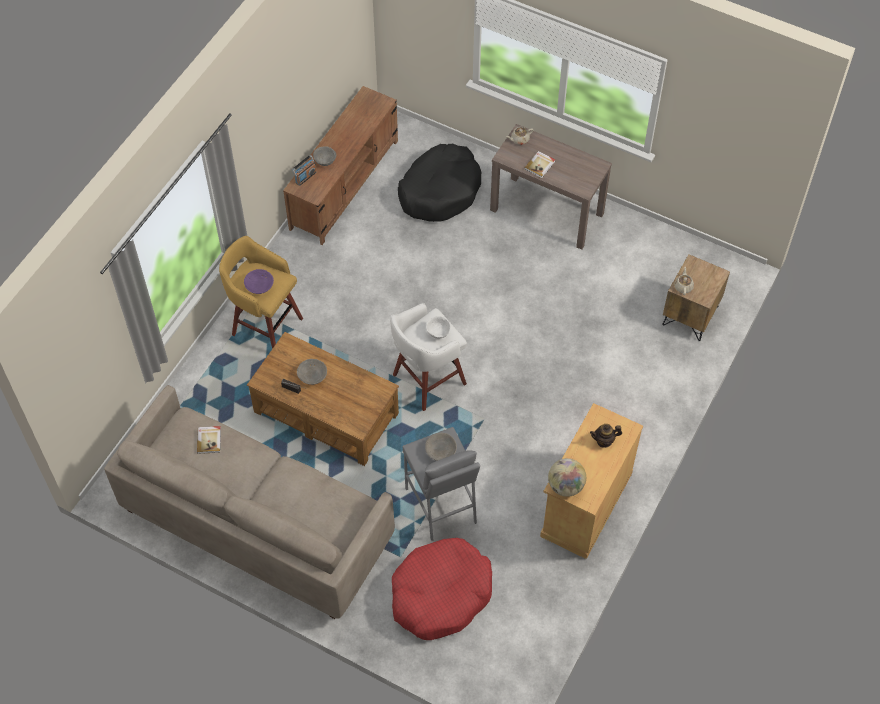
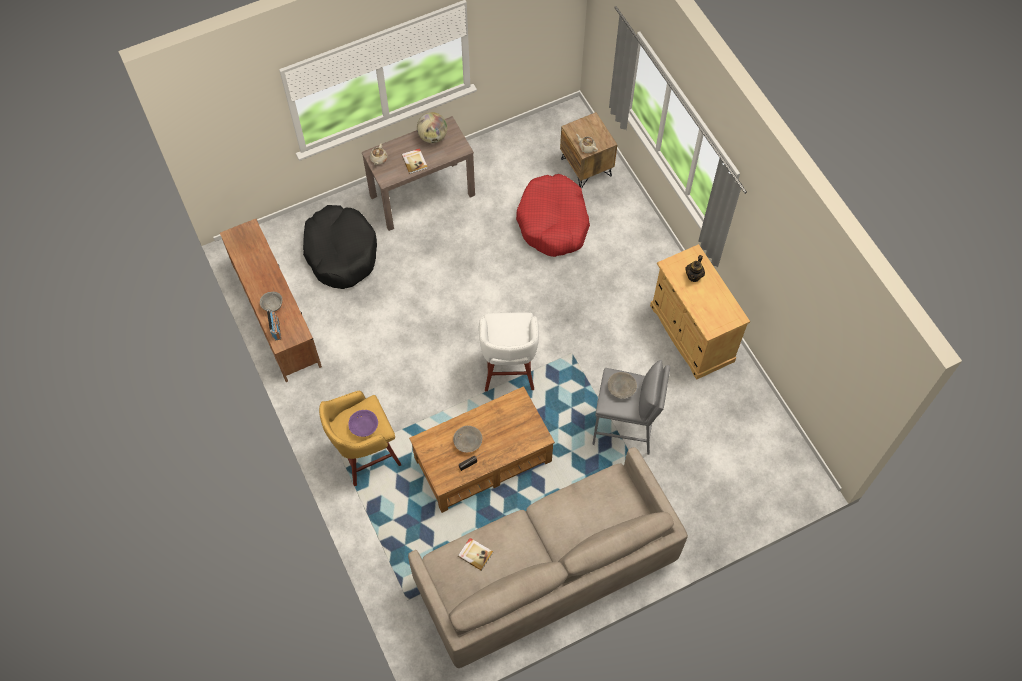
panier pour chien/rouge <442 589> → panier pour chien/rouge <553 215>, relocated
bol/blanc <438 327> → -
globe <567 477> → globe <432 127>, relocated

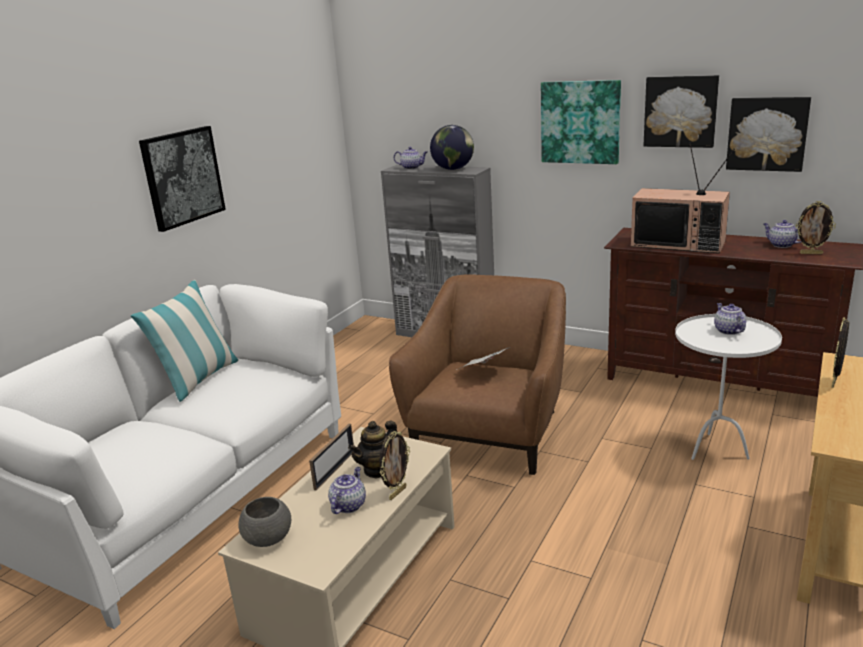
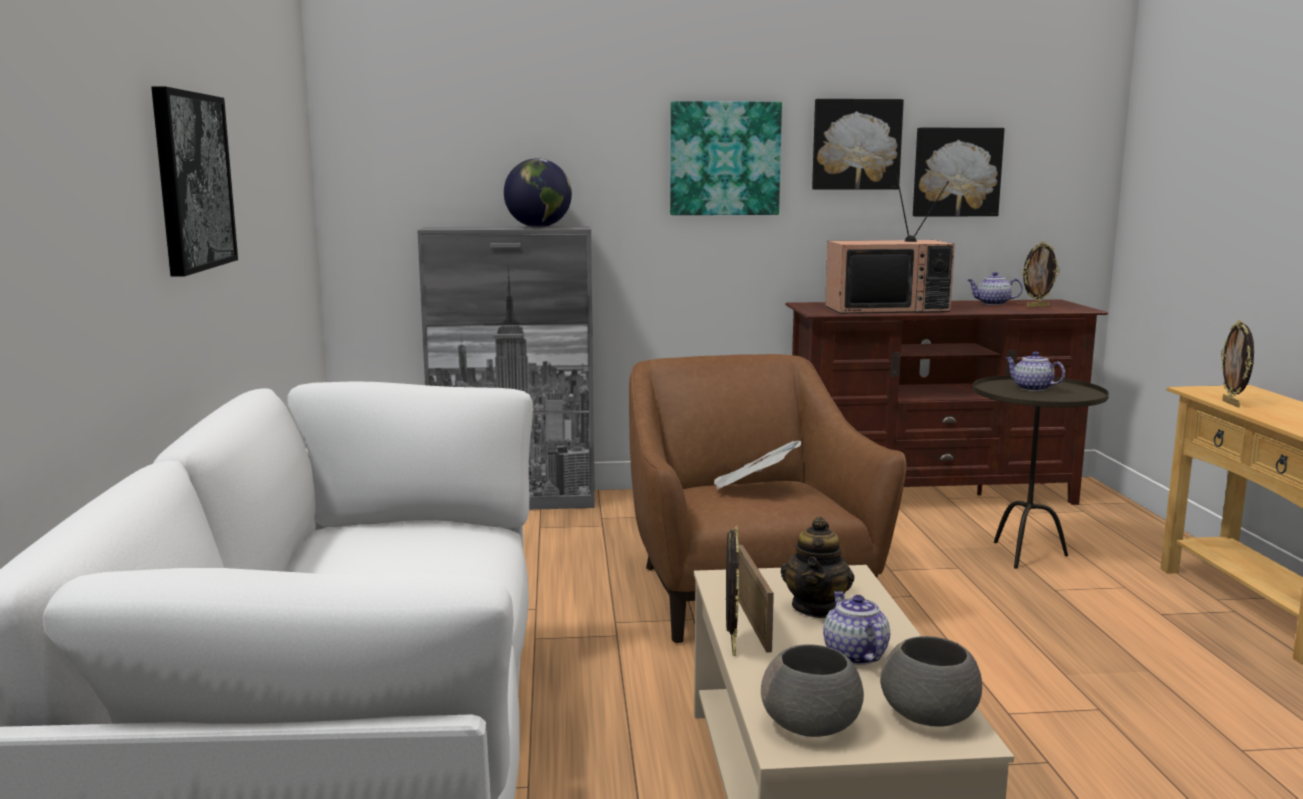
coussin <184 341> → -
cadre photo <395 465> → cadre photo <732 590>, relocated
théière <410 158> → -
table d'appoint/blanc <728 387> → table d'appoint/marron <1041 472>
- → bol/gris <931 681>

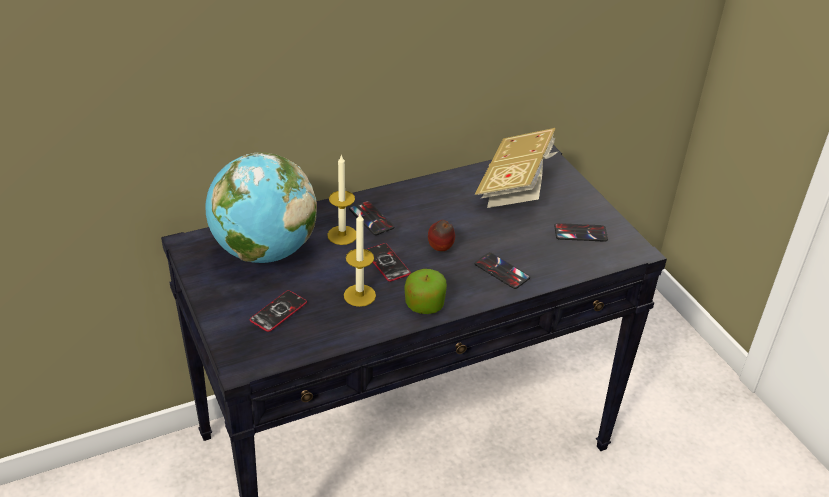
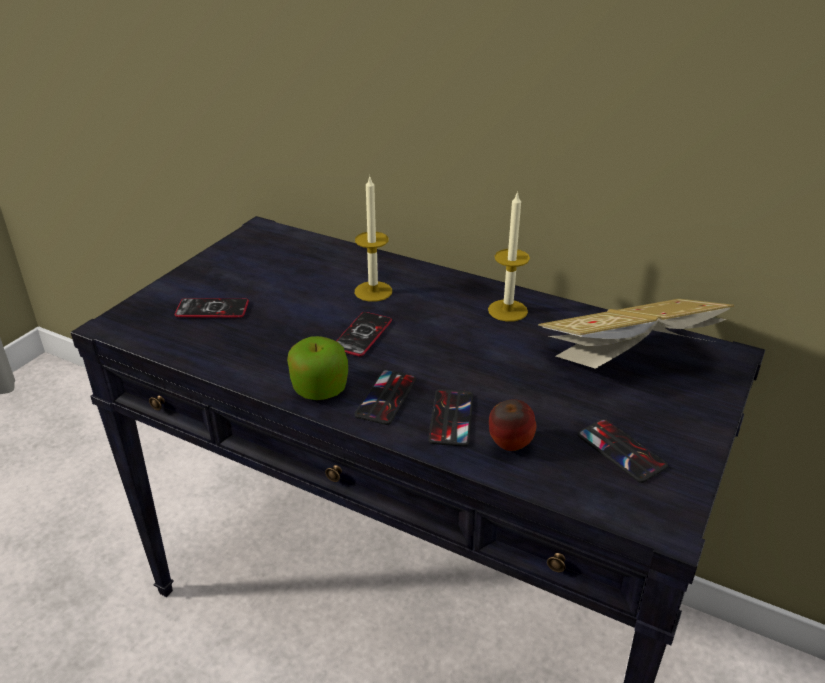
globe <261 207> → -
bougie <360 260> → bougie <509 256>, relocated
téléphone <371 218> → téléphone <385 397>, relocated
pomme <441 235> → pomme <512 425>, relocated

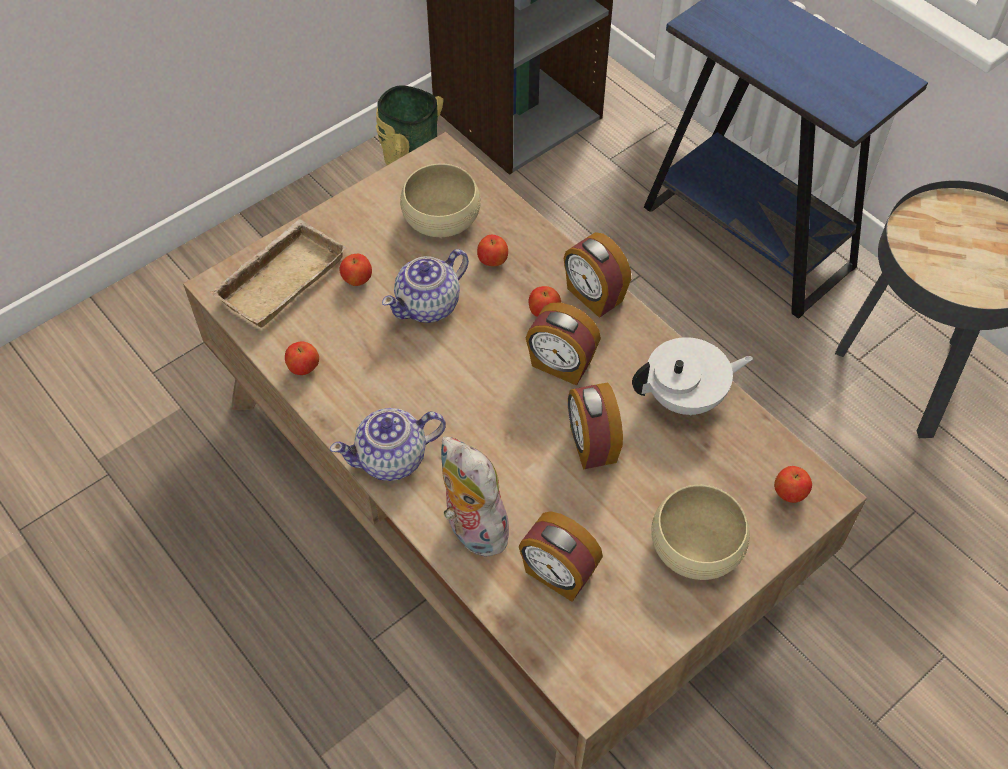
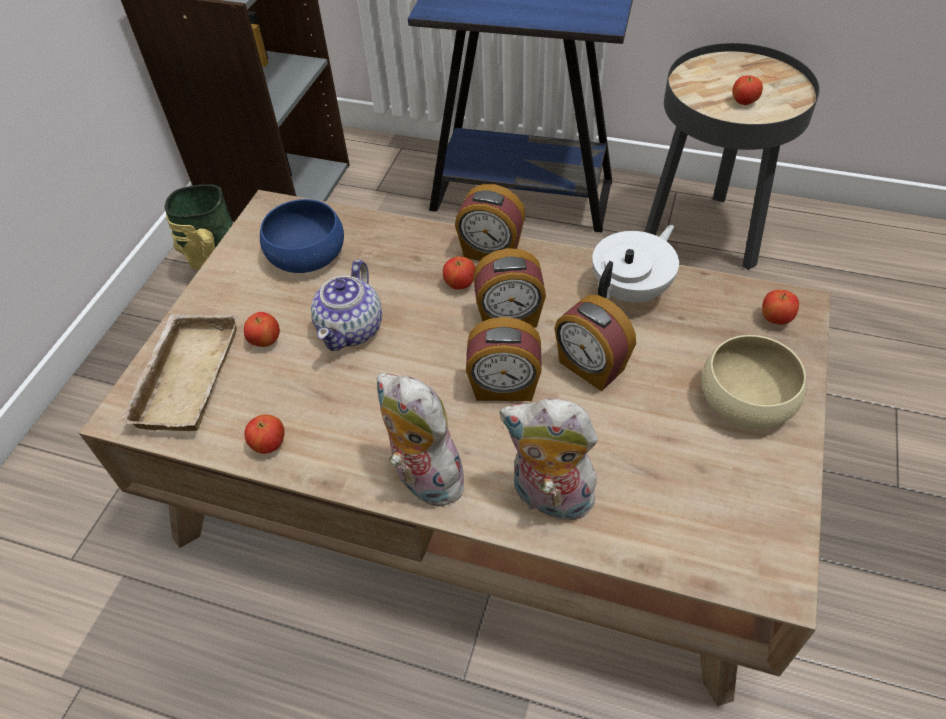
théière <388 444> → peluche <424 439>
bol/beige <440 200> → bol/bleu <302 236>
pomme <492 250> → pomme <747 90>, relocated
réveil <561 556> → réveil <504 359>, relocated

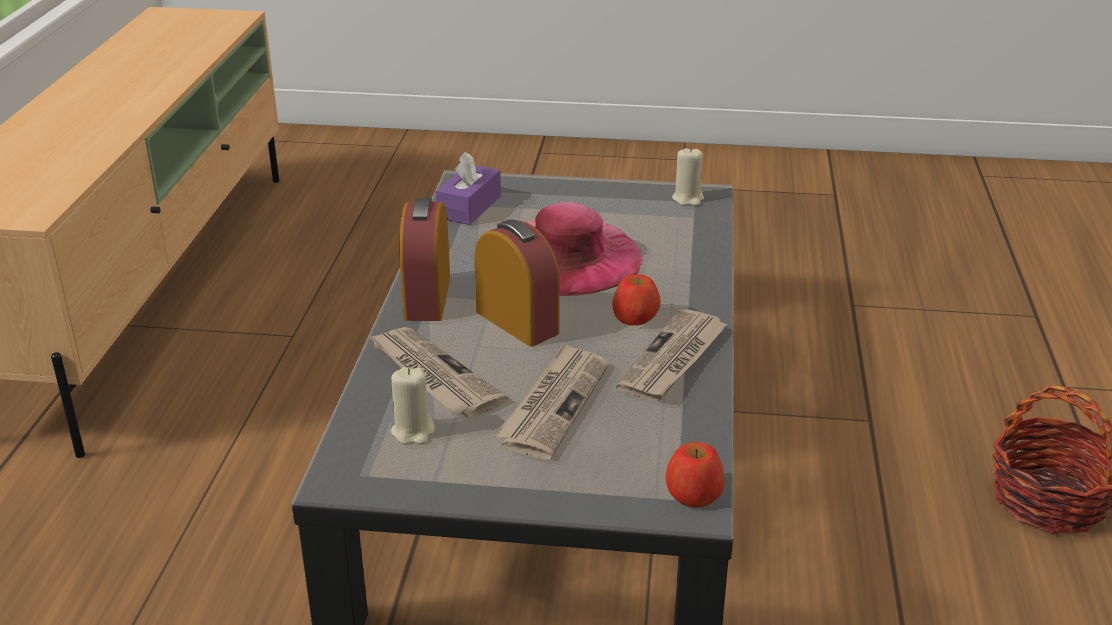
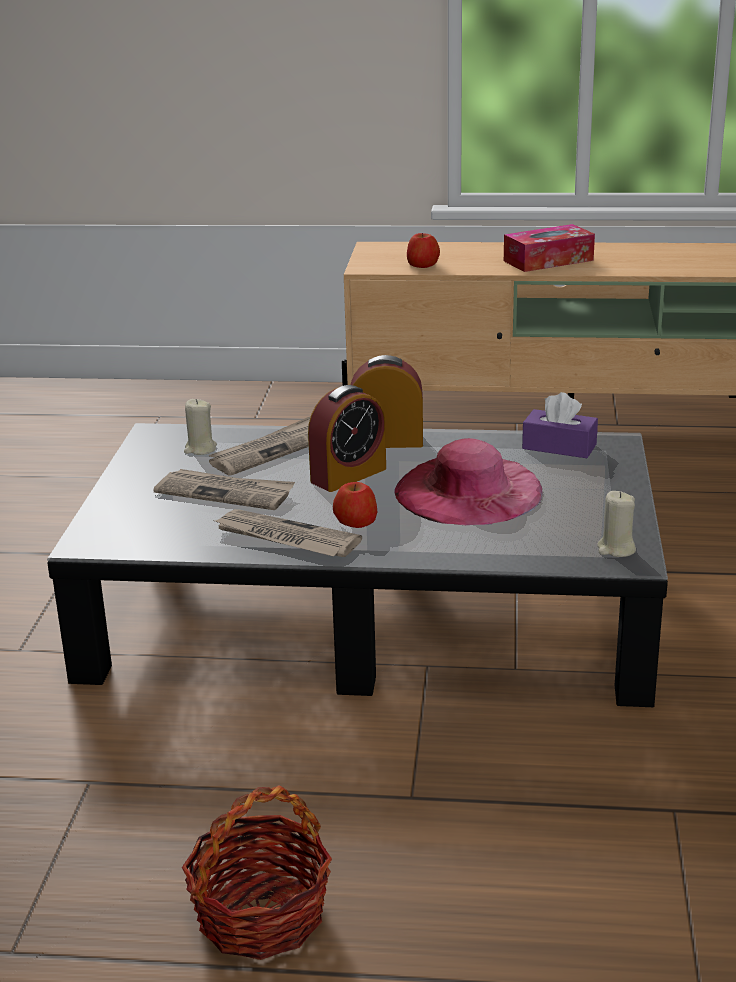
pomme <695 475> → pomme <423 250>, relocated
- → boîte à mouchoirs <549 248>

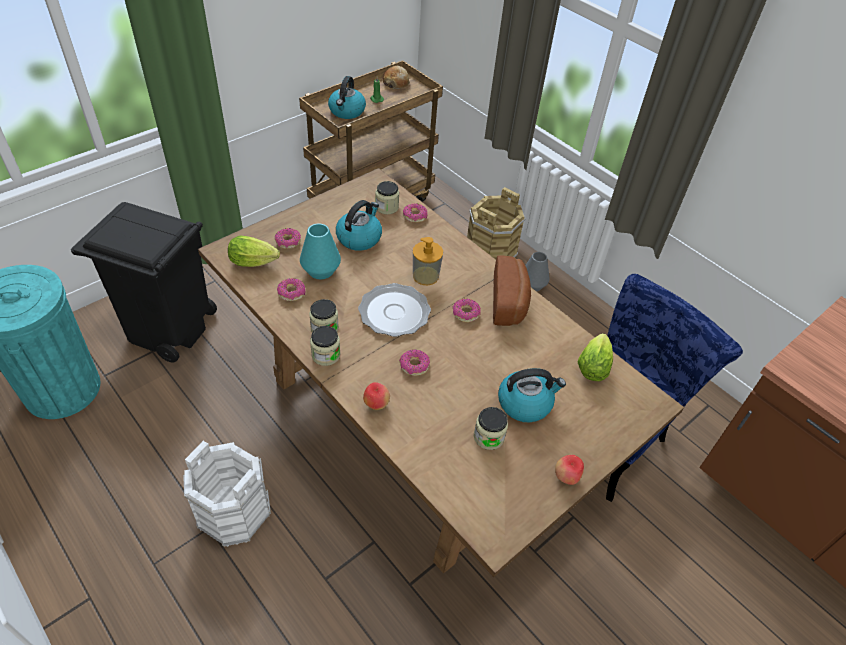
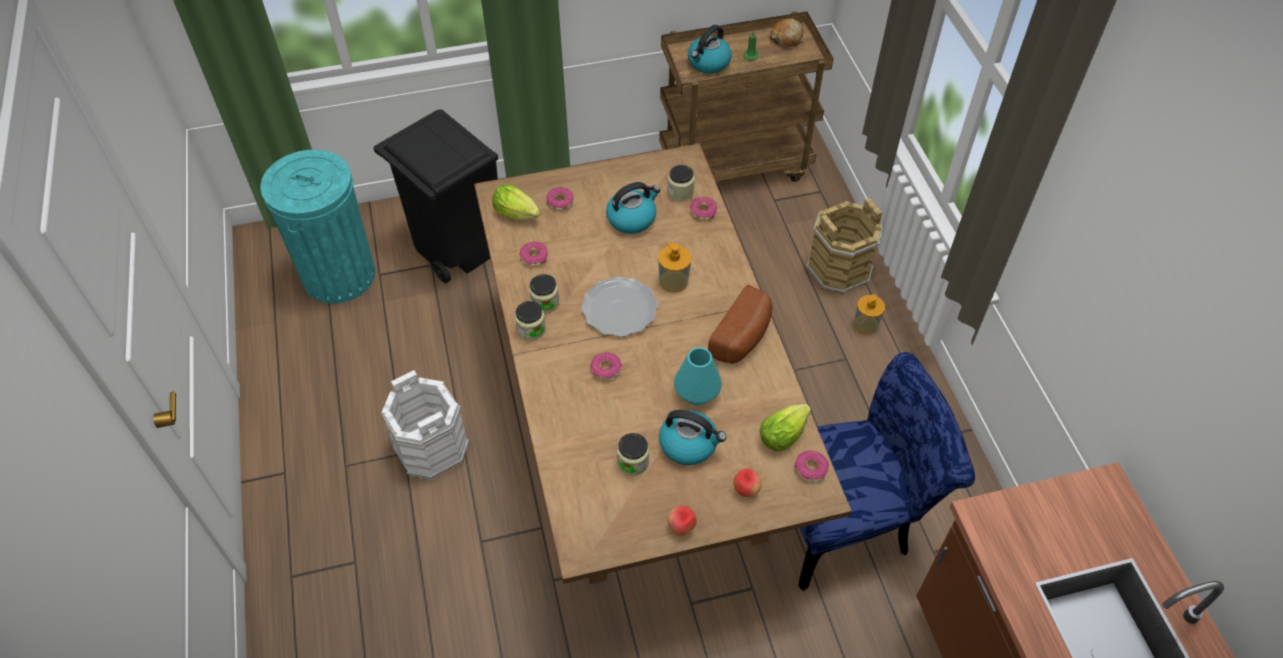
vase/turquoise <320 251> → vase/turquoise <698 376>, relocated
pomme <376 396> → pomme <747 483>, relocated
beignet <466 310> → beignet <812 466>, relocated
vase/gris <537 272> → distributeur de savon <869 314>

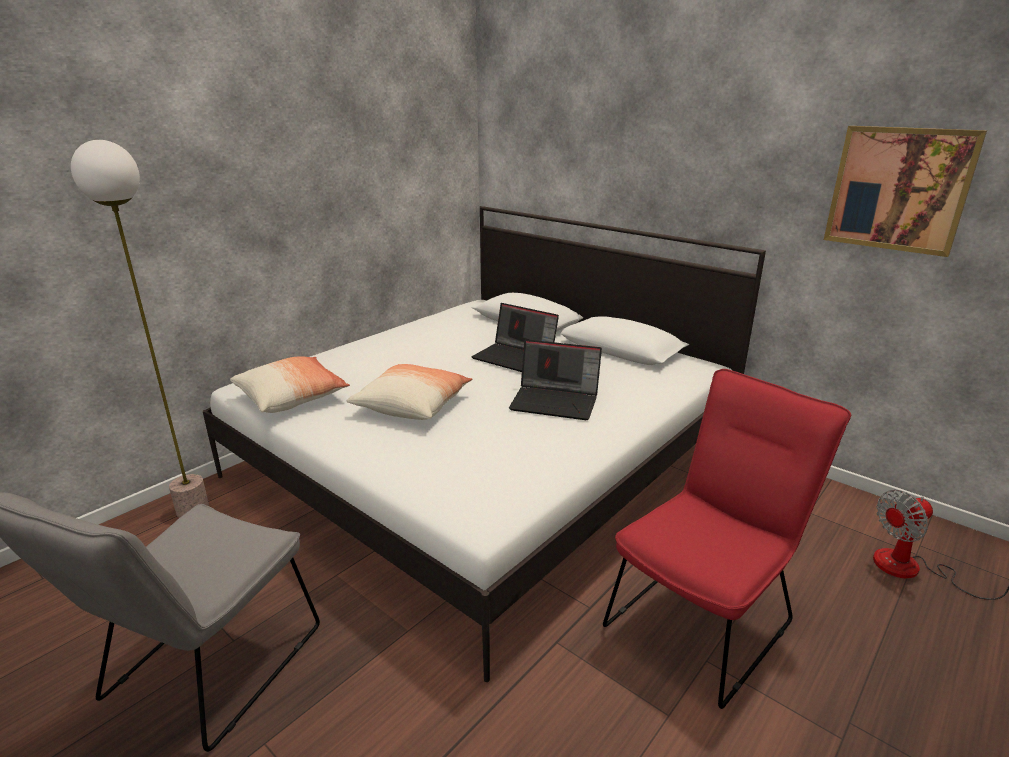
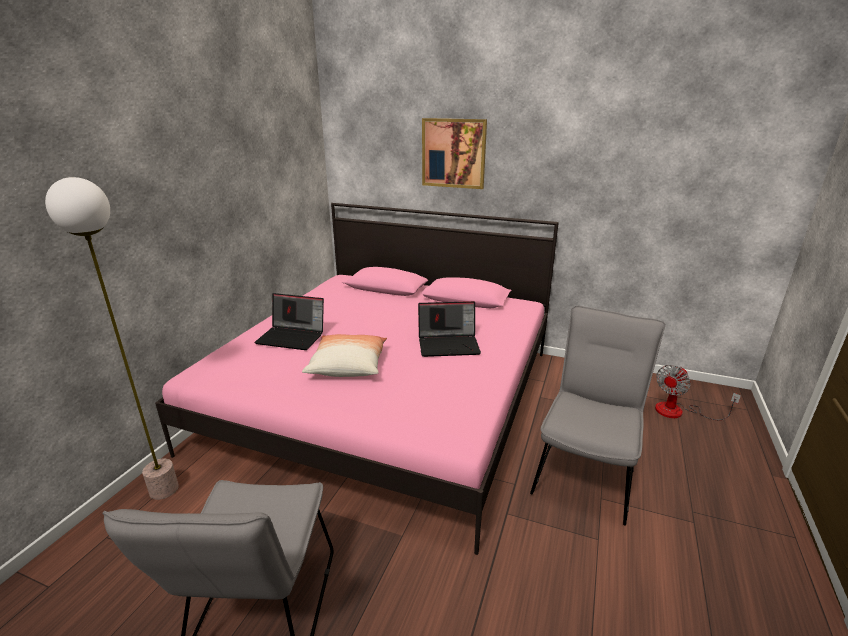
lit/blanc <484 444> → lit/rose <357 379>
coussin <290 384> → -
ordinateur portable <515 337> → ordinateur portable <289 321>, relocated
chaise/rouge <727 539> → chaise/gris <598 416>
tableau <905 191> → tableau <454 153>, relocated

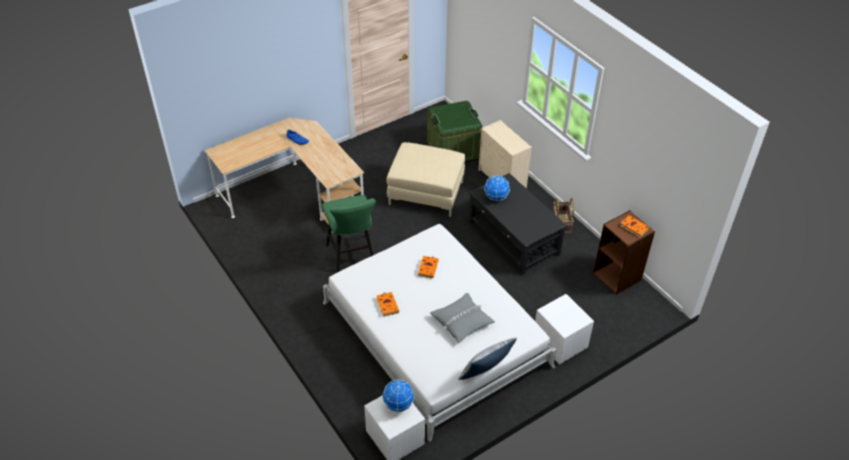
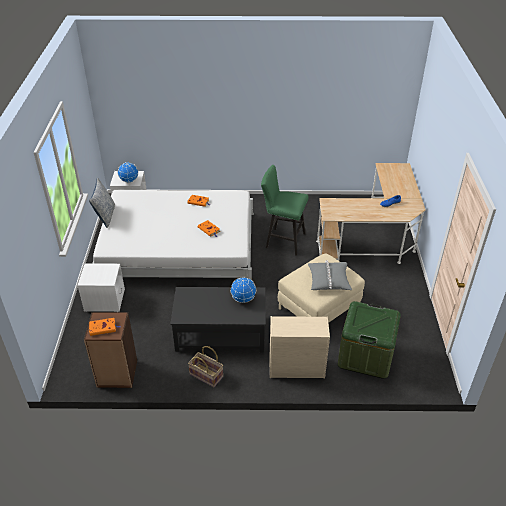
coussin/gris <462 318> → coussin/gris <330 275>, relocated

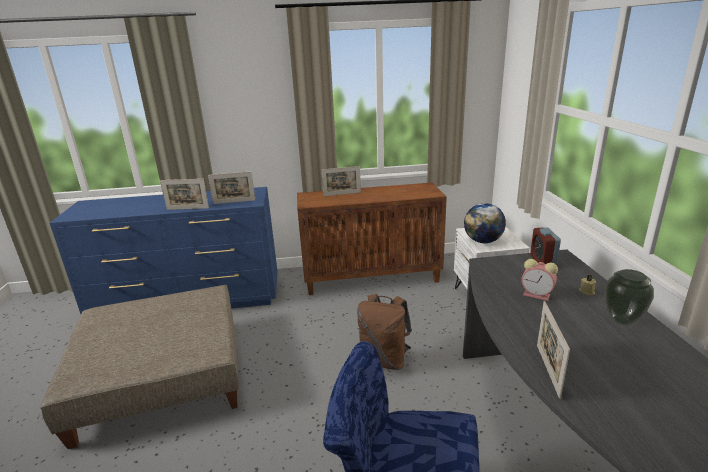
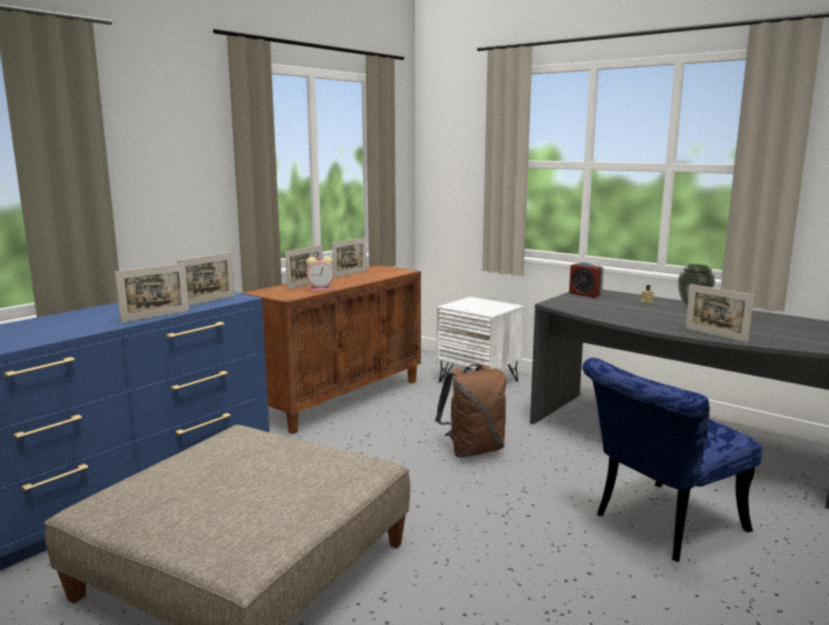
globe <485 223> → -
réveil <539 280> → réveil <320 273>, relocated
- → cadre photo <349 258>

